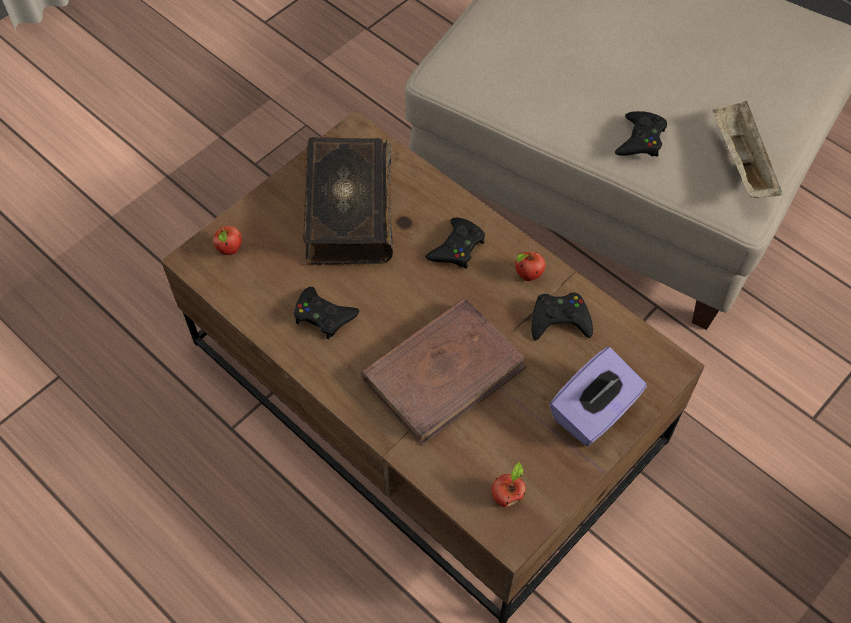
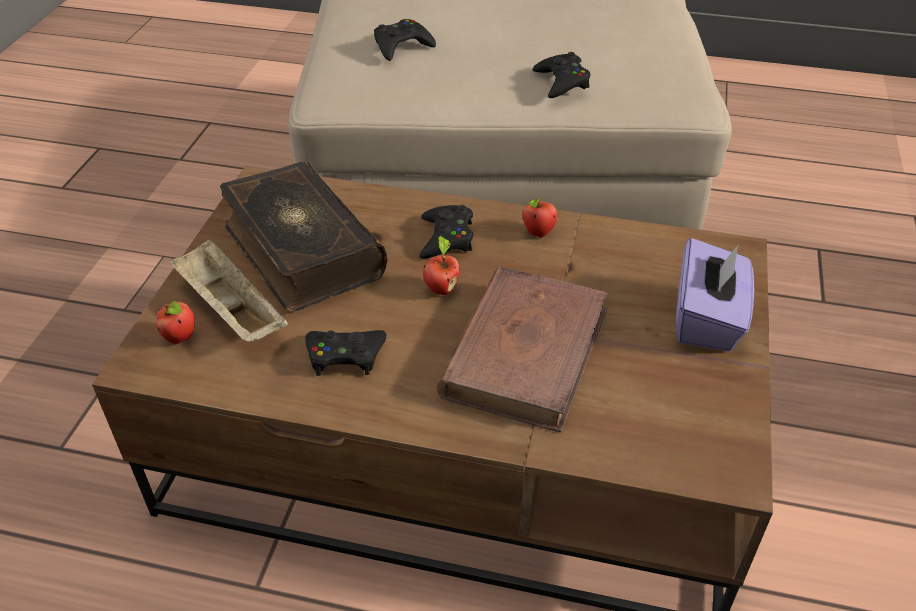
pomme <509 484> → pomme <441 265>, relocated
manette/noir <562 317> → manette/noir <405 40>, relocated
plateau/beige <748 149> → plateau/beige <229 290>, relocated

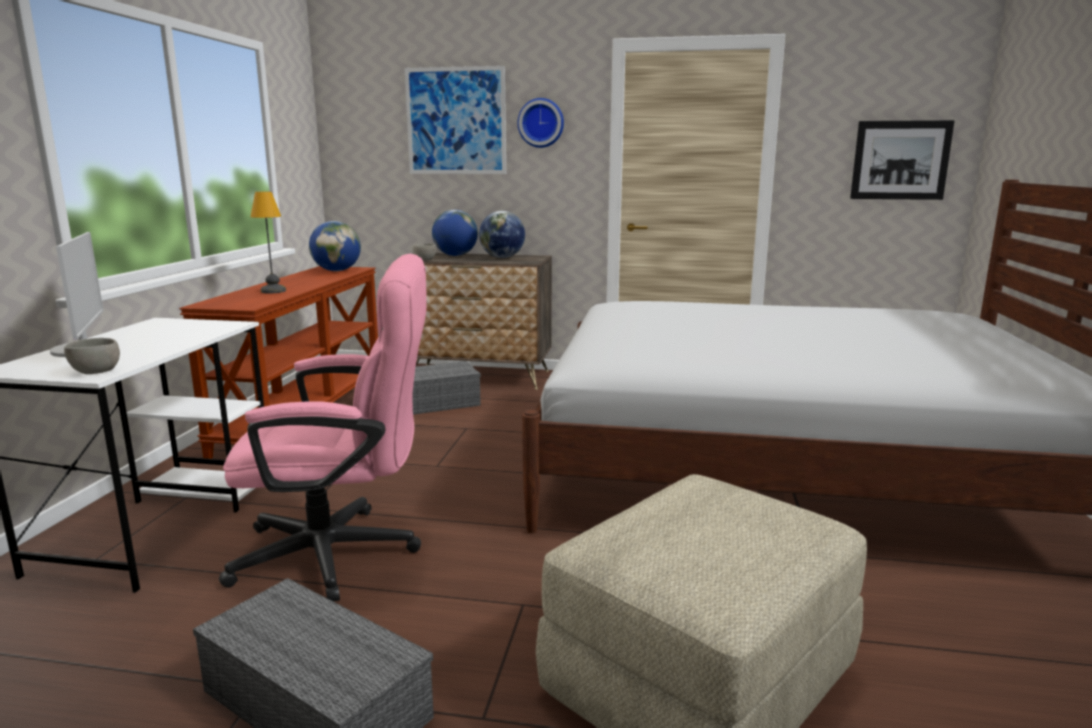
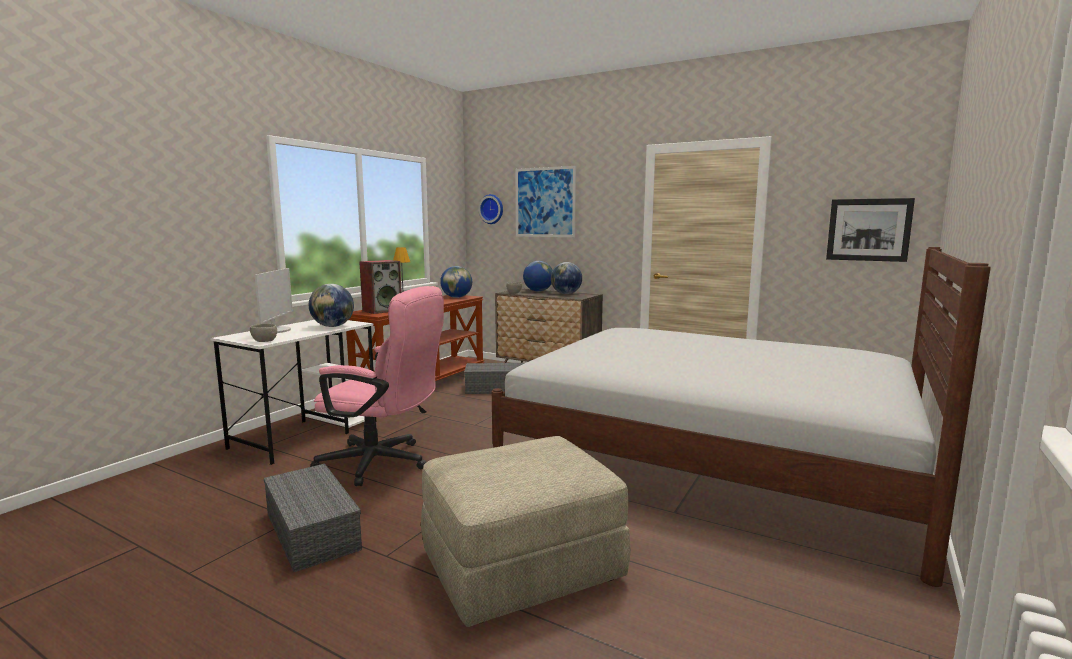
horloge murale <540 123> → horloge murale <490 209>, relocated
- → globe <331 305>
- → enceinte <380 287>

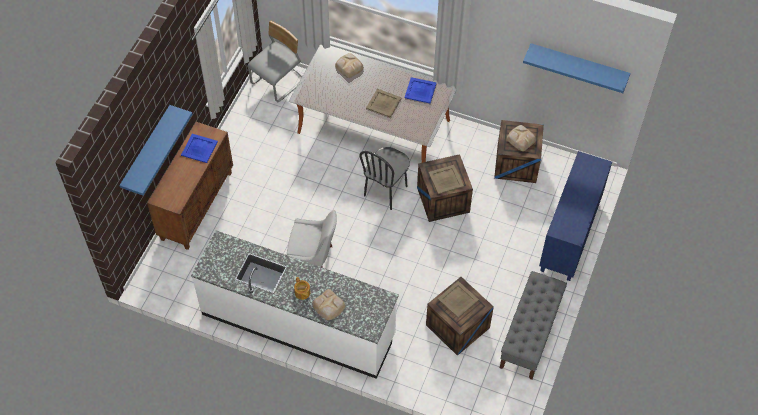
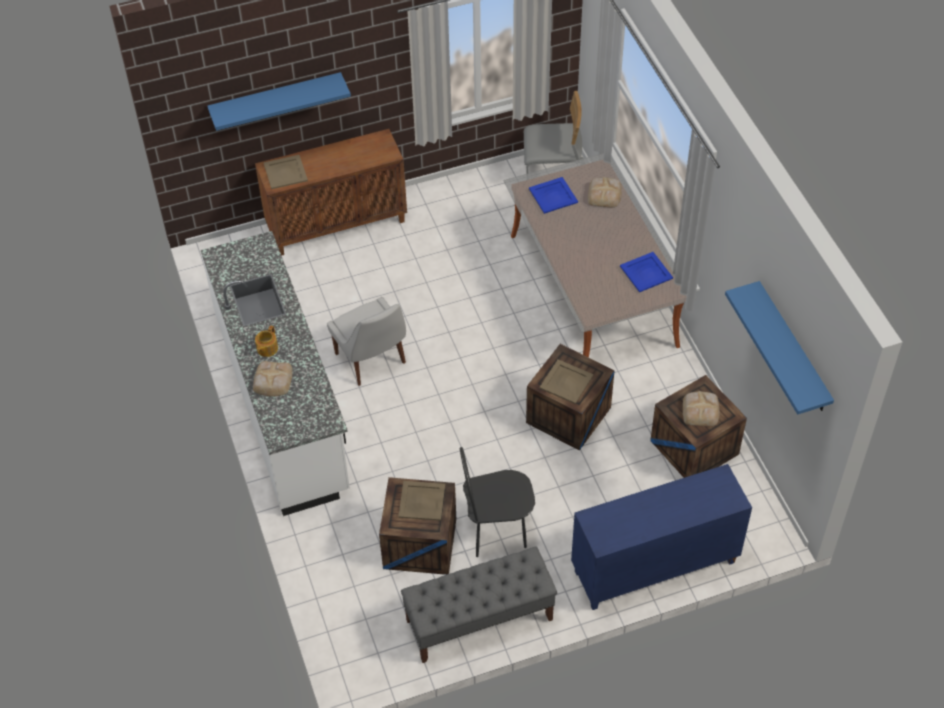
plateau/bleu <199 148> → plateau/bleu <553 195>, relocated
chaise/noir <384 178> → chaise/noir <497 502>, relocated
plateau/beige <384 103> → plateau/beige <285 172>, relocated

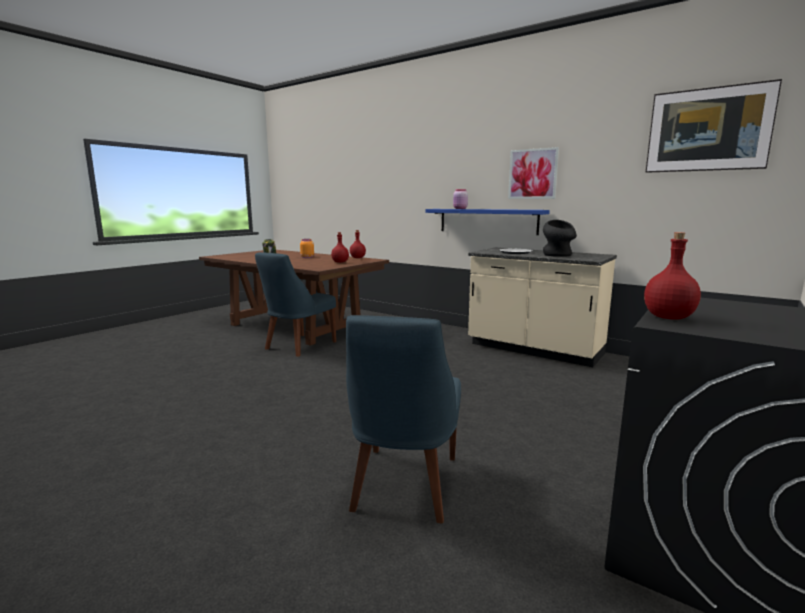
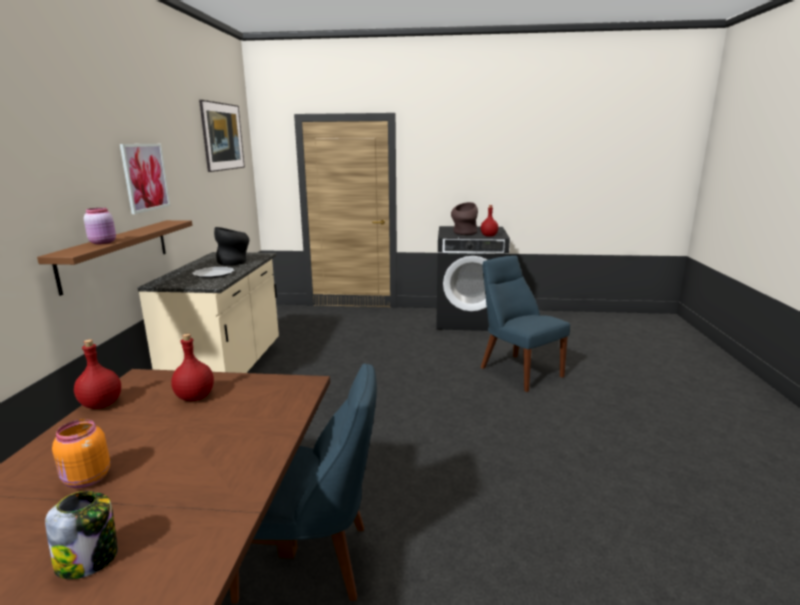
chaise/bleu <403 419> → chaise/bleu <525 324>, 105 degrees counterclockwise
étagère/bleu <487 222> → étagère/marron <114 258>
- → vase/marron <464 218>

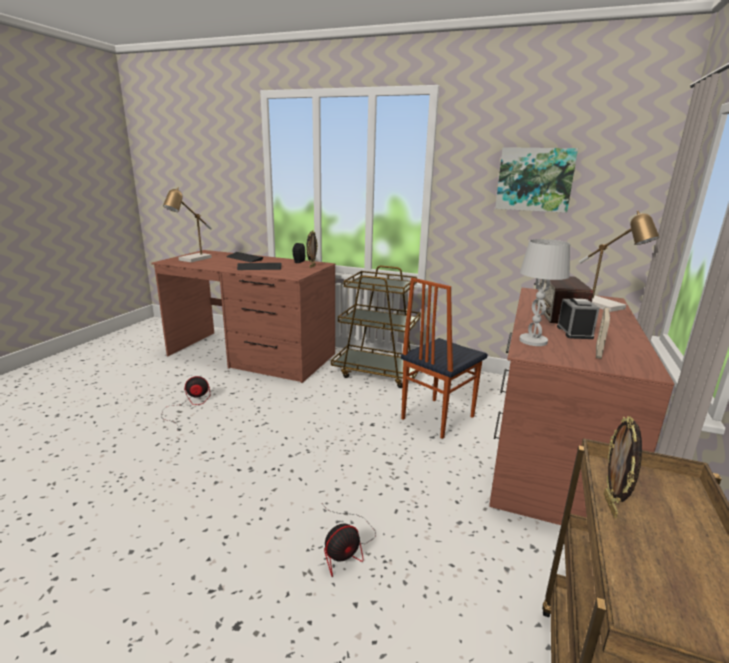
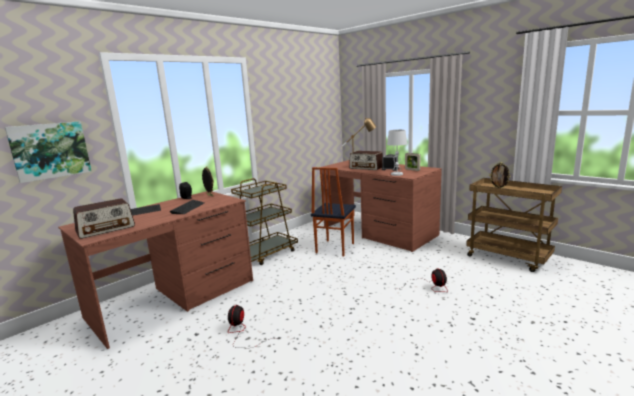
lampe de table <187 224> → radio <104 218>
chaise <444 358> → chaise <333 212>, 45 degrees clockwise
tableau <536 180> → tableau <48 152>, relocated

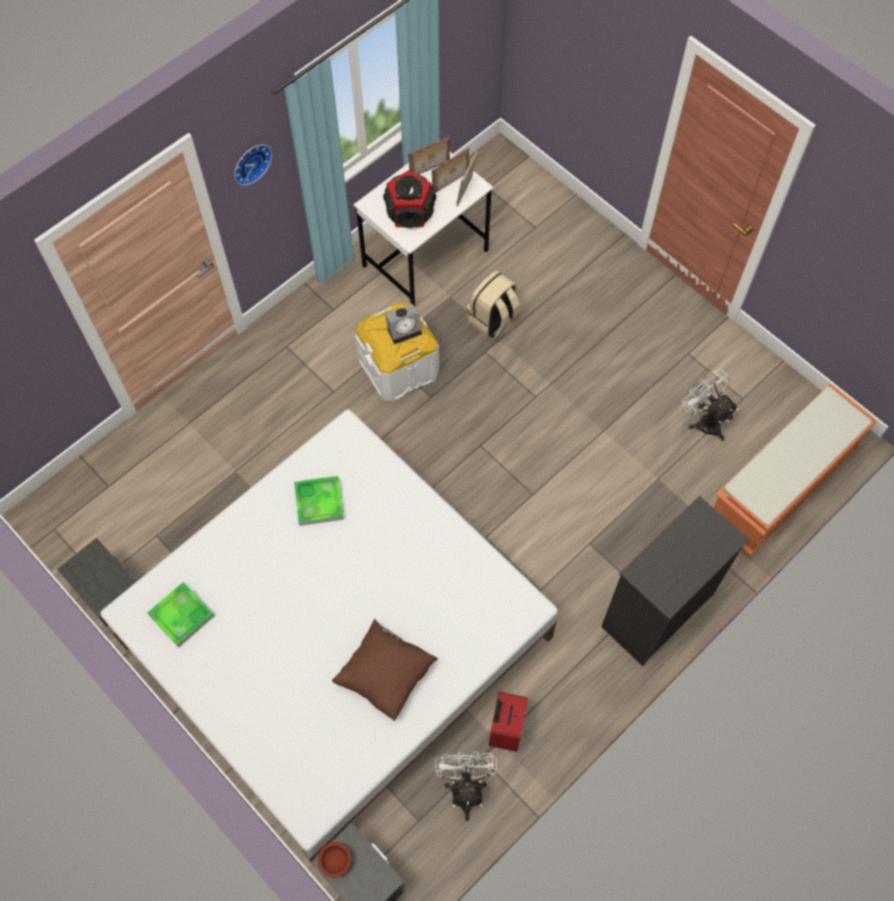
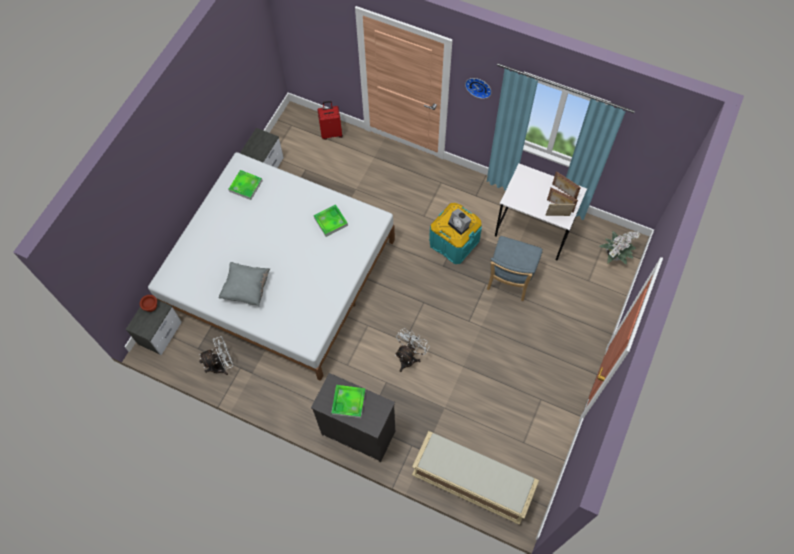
coussin/marron <385 669> → coussin/gris <244 284>
boîte de rangement/blanc <397 352> → boîte de rangement/turquoise <455 233>
enceinte <409 199> → -
sac à dos/beige <494 304> → chaise/bleu <515 268>
valise/rouge <508 722> → valise/rouge <330 120>, relocated
ventilateur/blanc <710 405> → ventilateur/blanc <412 350>, relocated
banc/orange <795 470> → banc/beige <475 478>
- → plateau <348 401>
- → plante en pot <619 248>

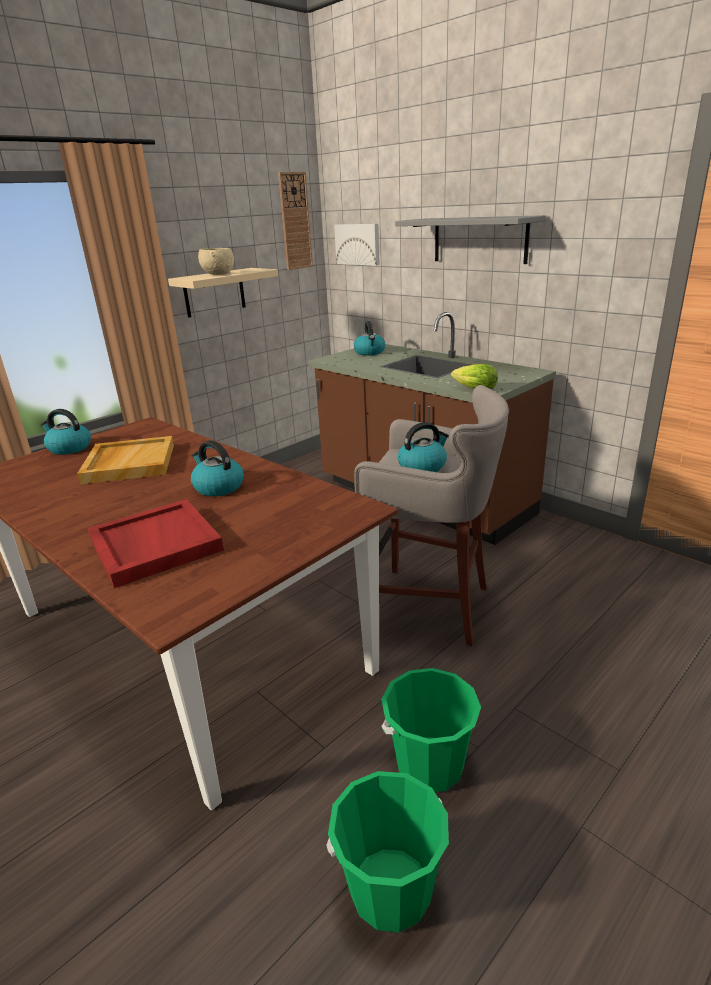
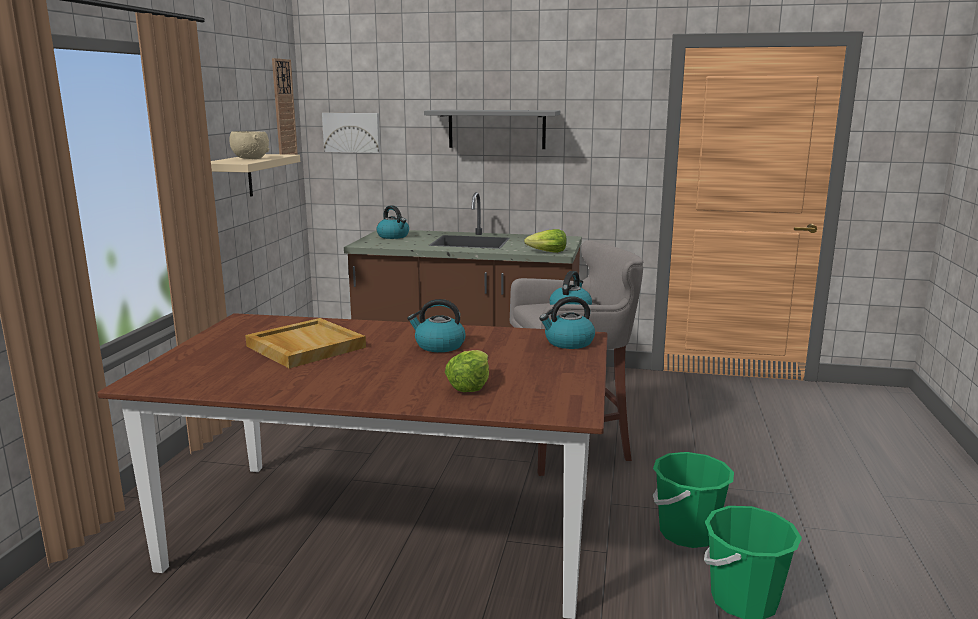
bouilloire <65 432> → bouilloire <567 322>, relocated
plateau/rouge <156 543> → laitue <467 371>

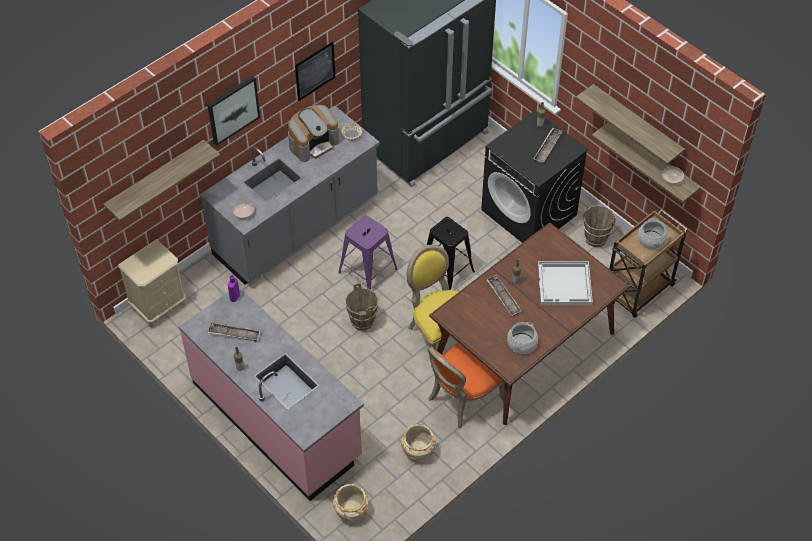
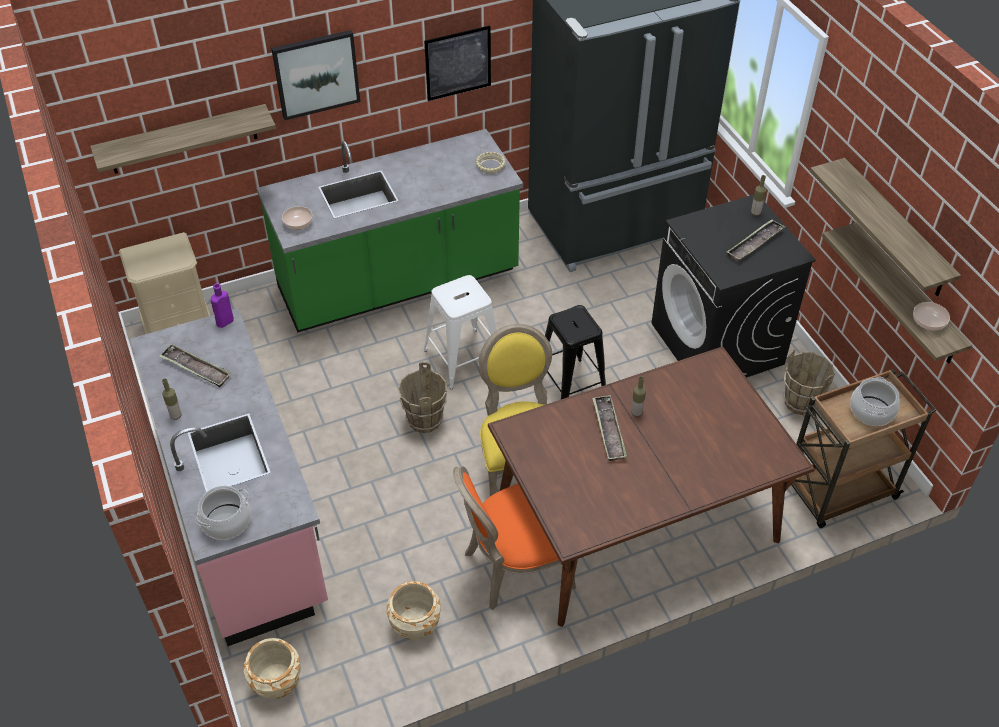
comptoir de cuisine/gris <290 195> → comptoir de cuisine/vert <390 231>
machine à café <313 133> → -
tabouret/violet <368 252> → tabouret/blanc <460 332>
marmite <522 338> → marmite <223 513>, relocated
plateau/blanc <565 283> → -

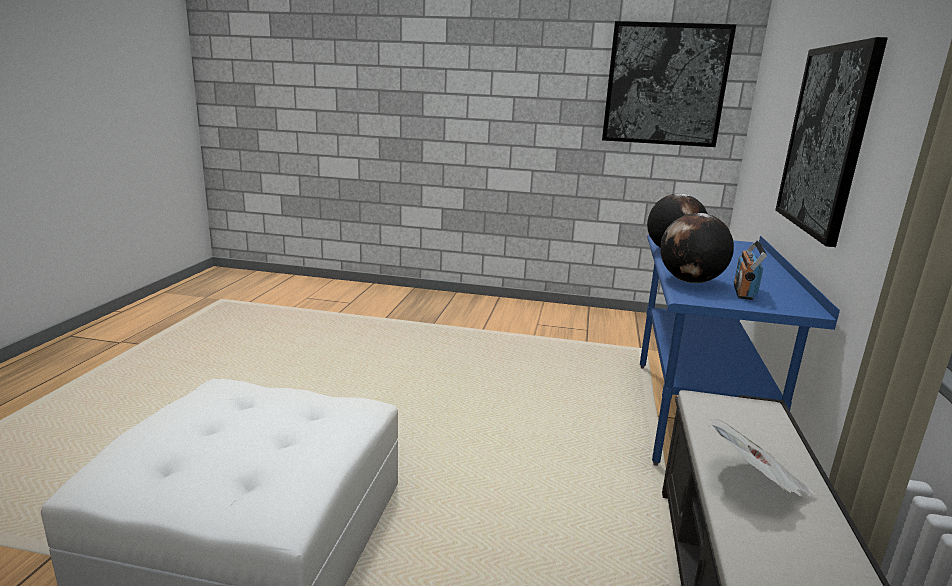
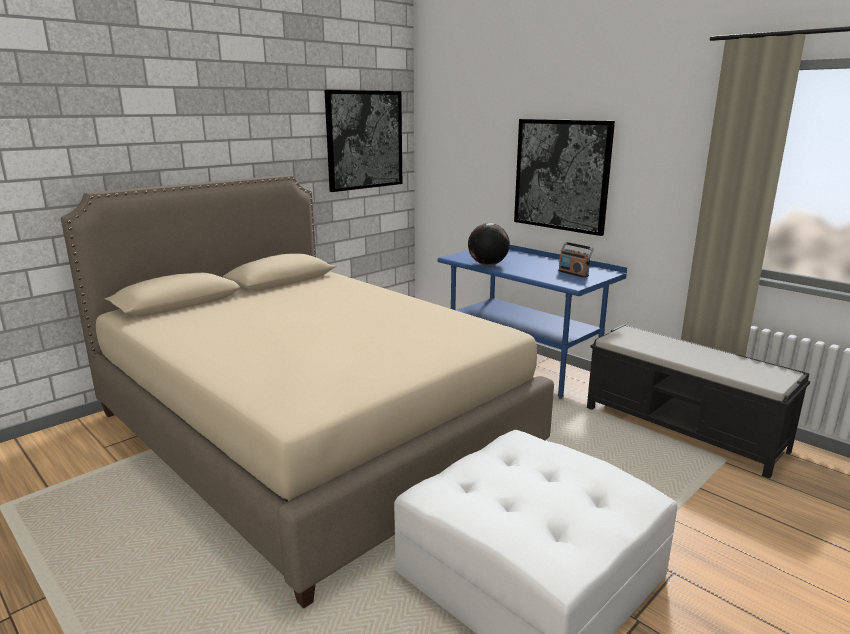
globe <697 248> → -
journal <763 458> → -
- → lit/beige <307 392>

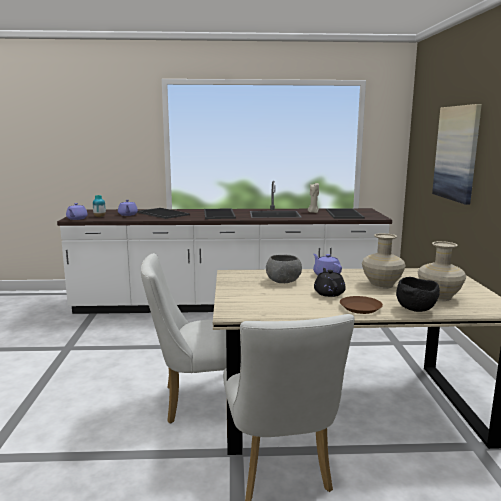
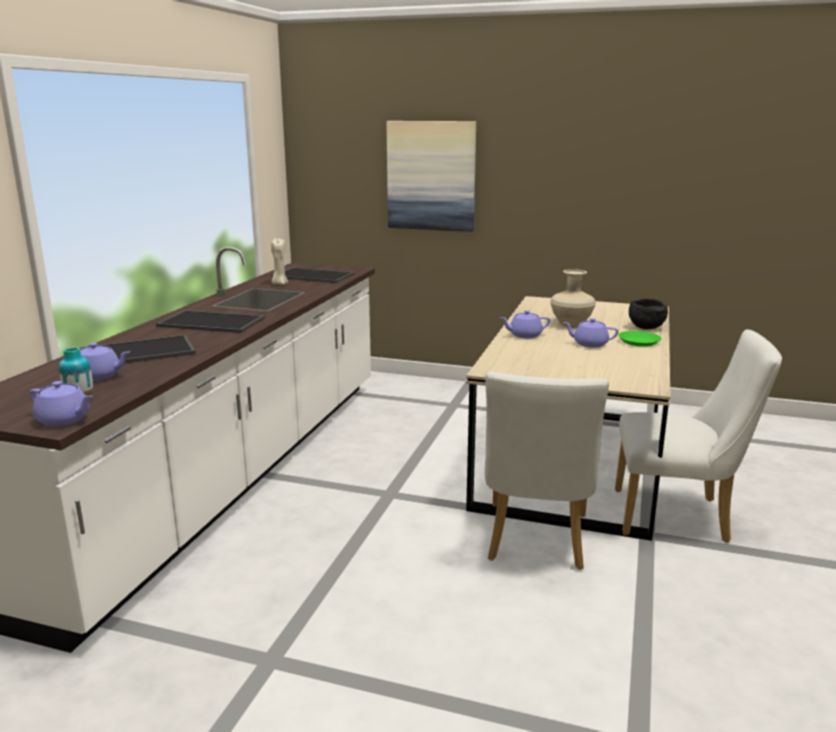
bol/gris <284 269> → -
théière/noir <330 282> → théière/violet <591 333>
assiette/marron <361 305> → assiette/vert <640 339>
vase/beige <442 271> → -

